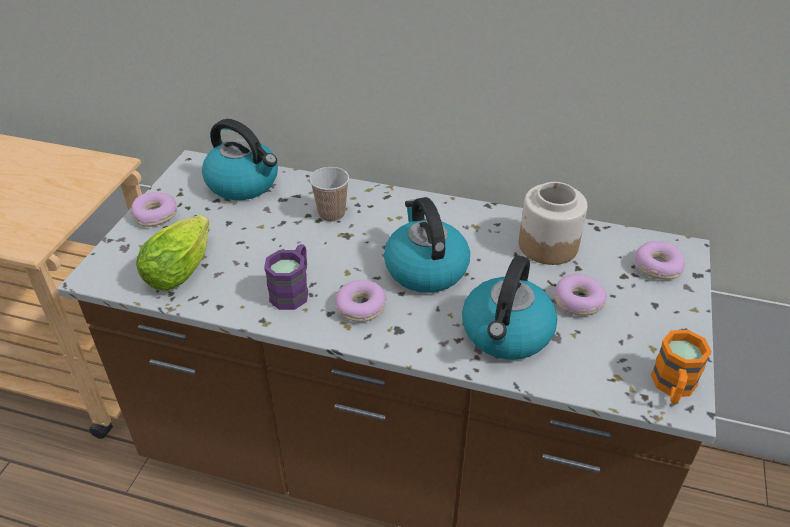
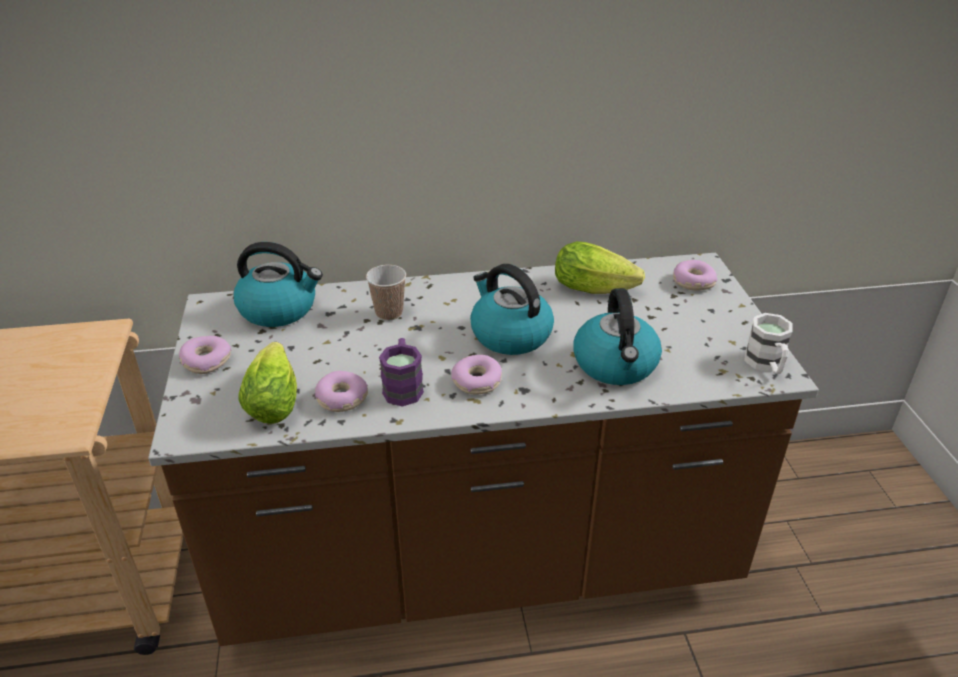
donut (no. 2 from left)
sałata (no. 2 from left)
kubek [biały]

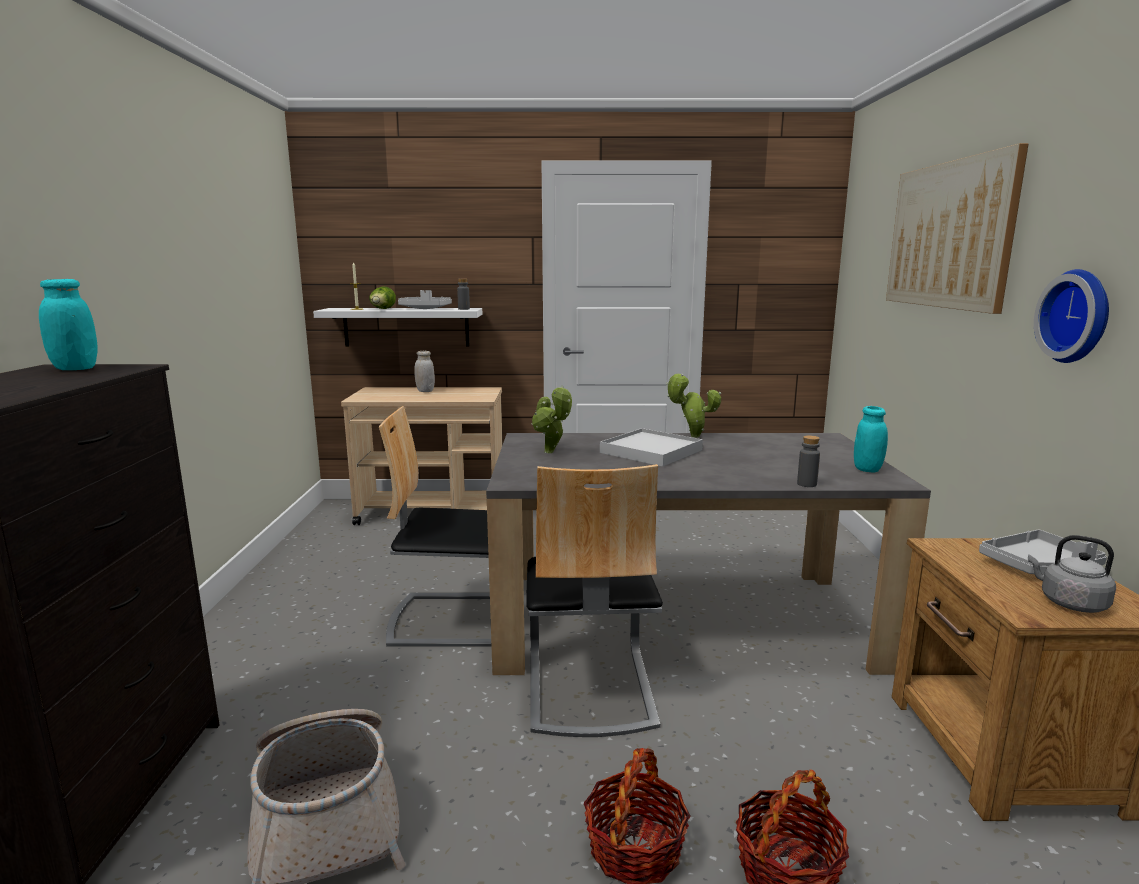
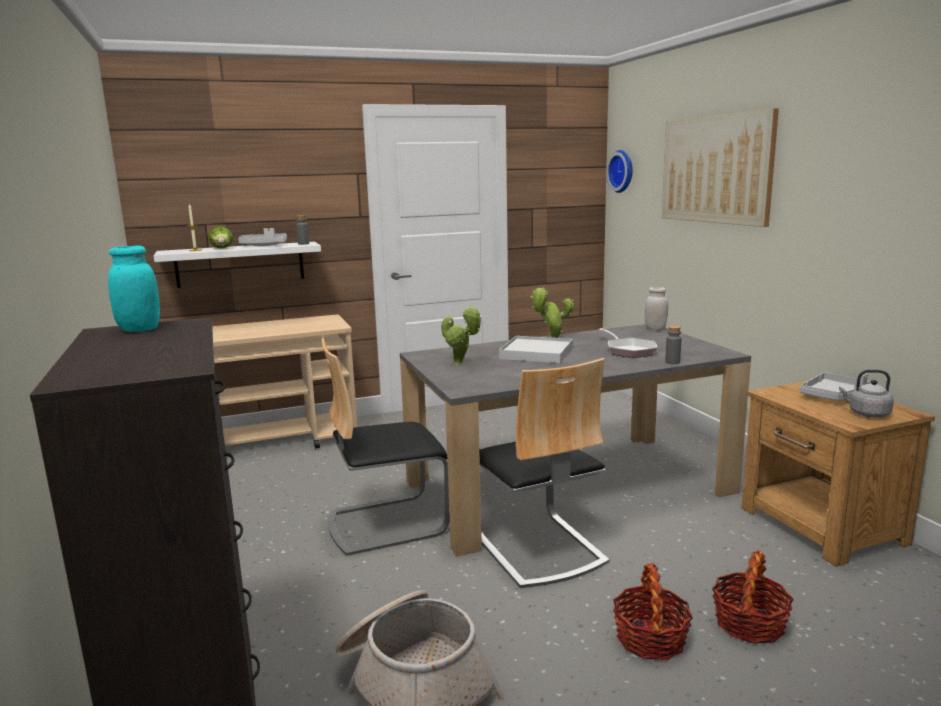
patelnia
zegar ścienny
słoik [biały]
słoik [turkusowy] (no. 2 from left in the first image)

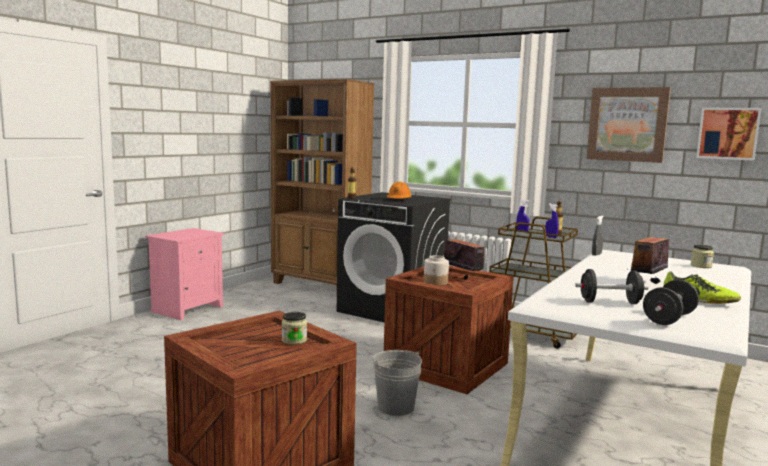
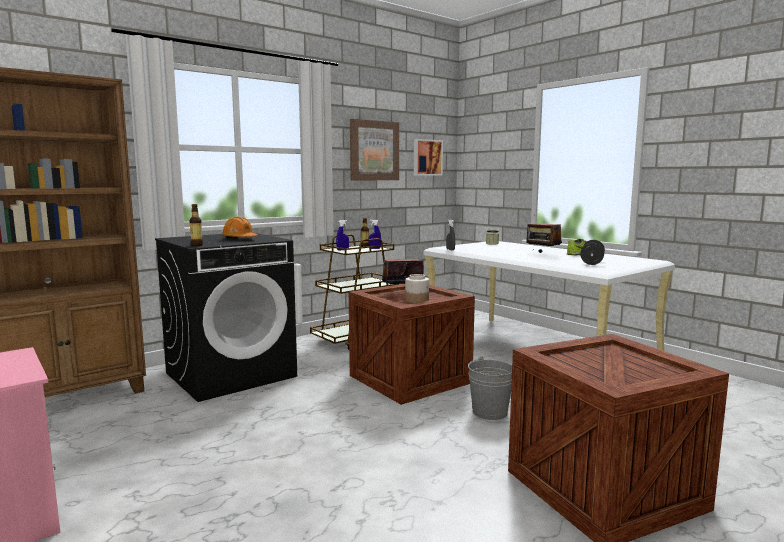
słoik (no. 1 from left in the first image)
hantel [czarny] (no. 2 from left in the first image)

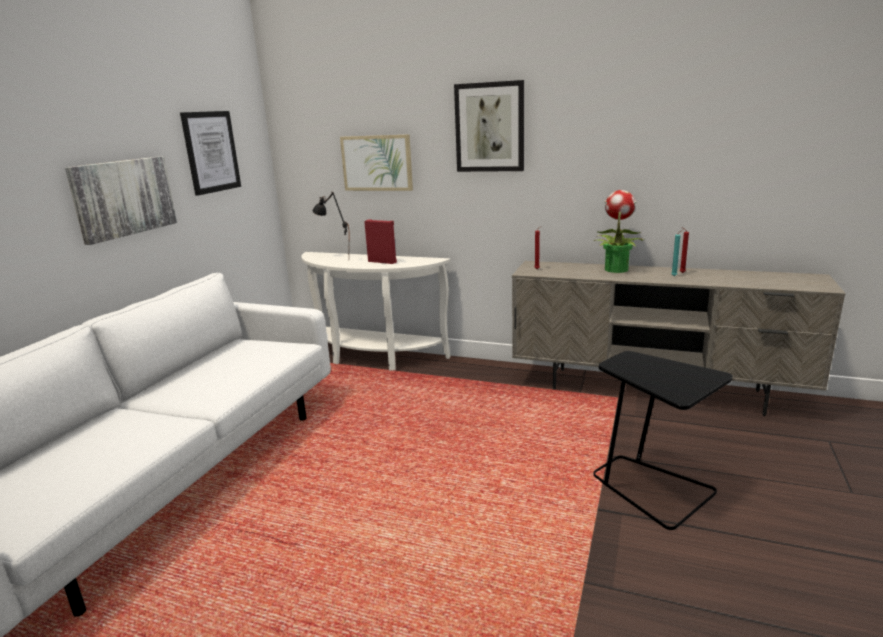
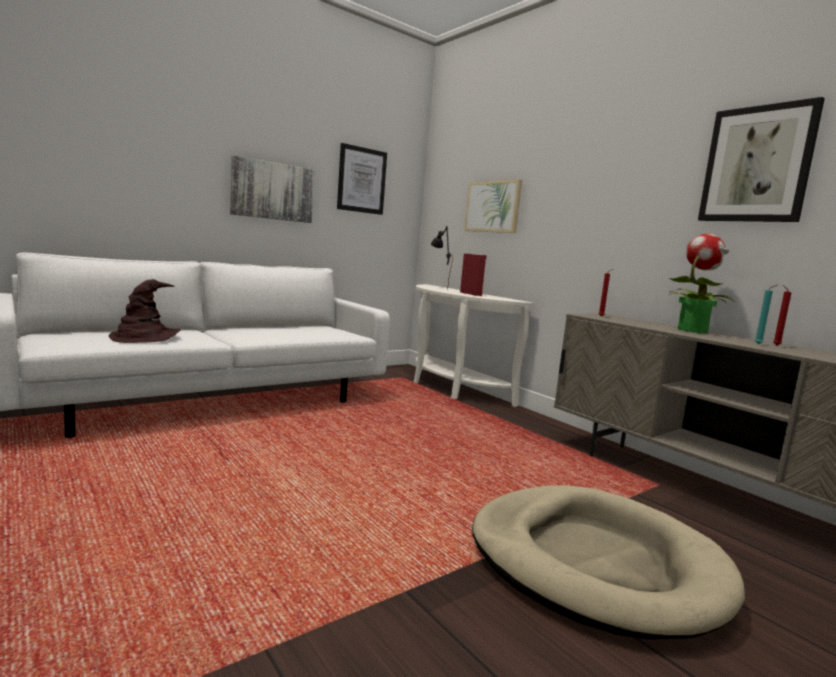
kapelusz [brązowy]
legowisko [beżowy]
obraz (no. 4 from left)

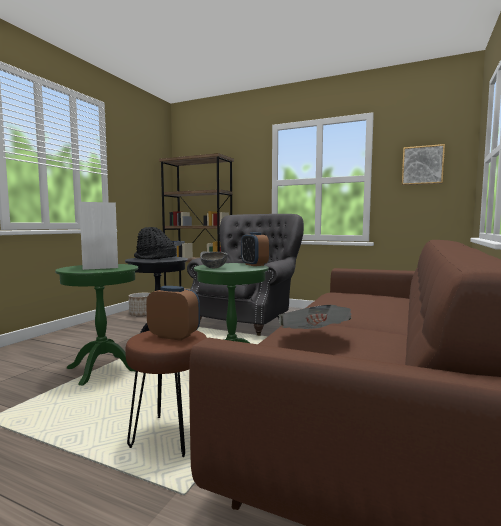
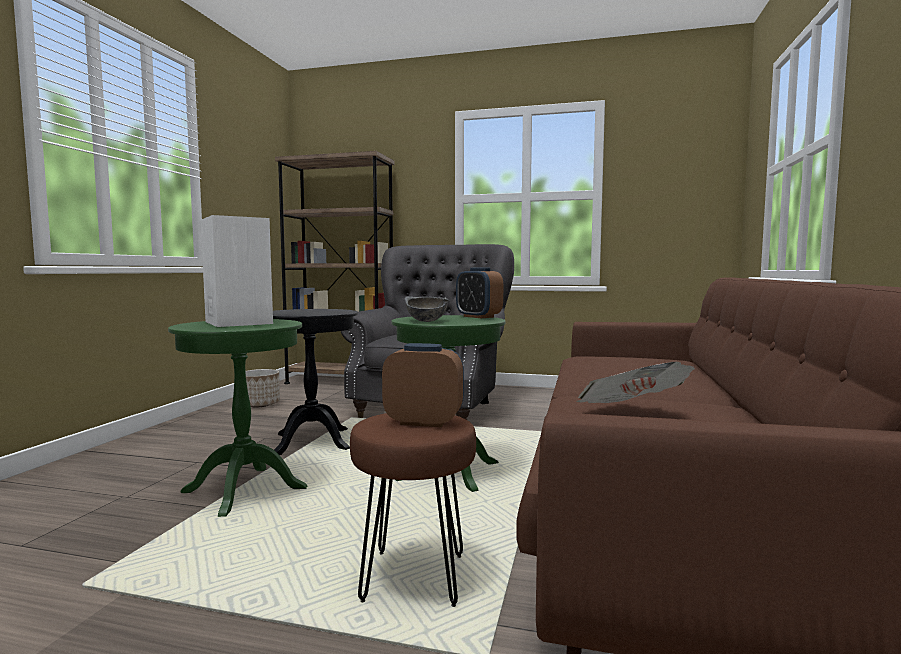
kapelusz [czarny]
obraz

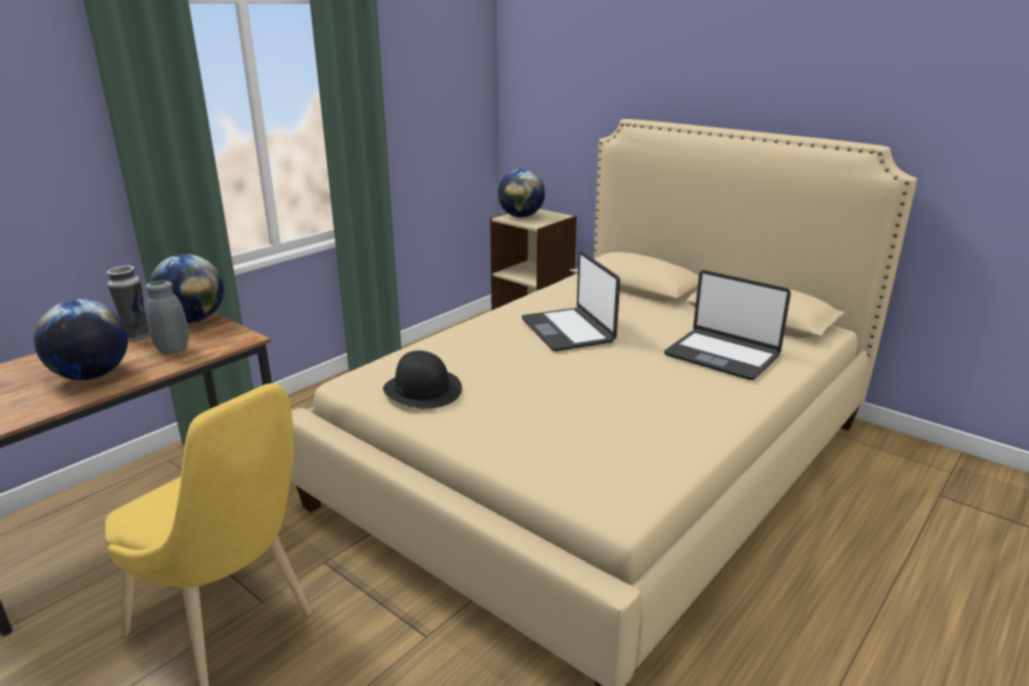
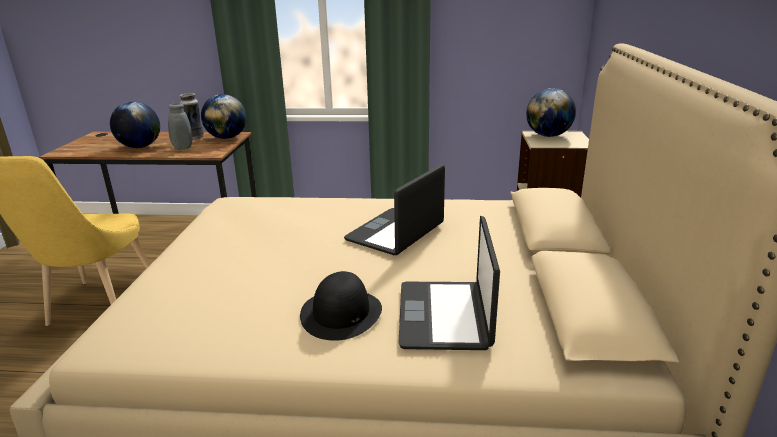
kapelusz [czarny]

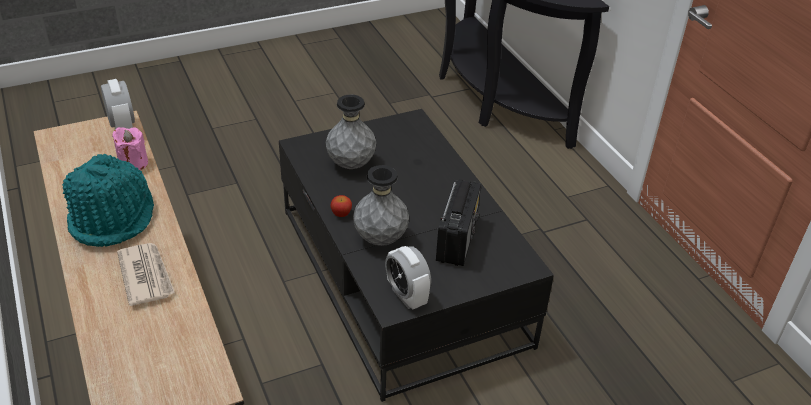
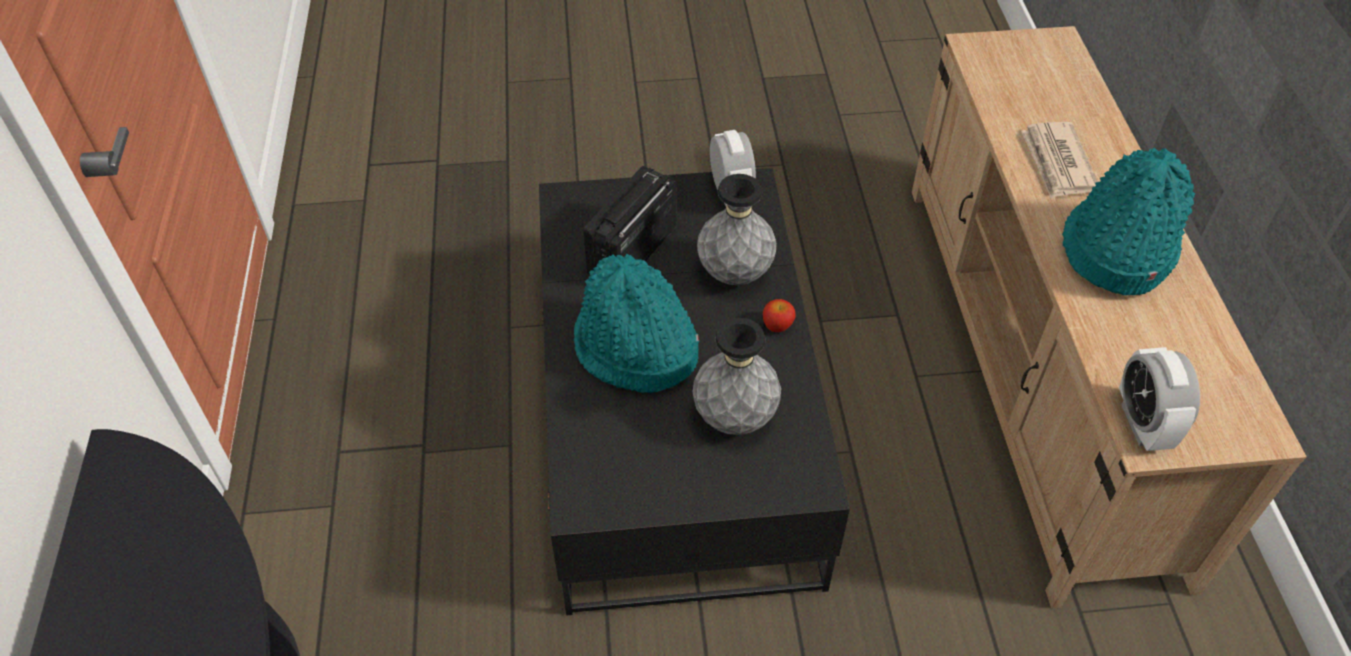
kapelusz [turkusowy] (no. 1 from left)
świeca [różowy]

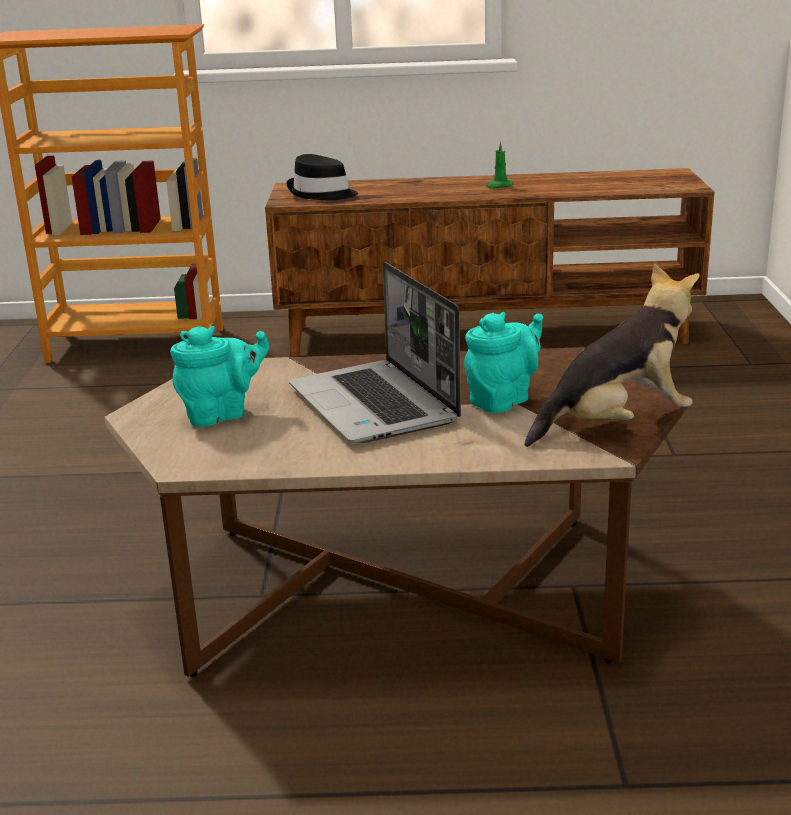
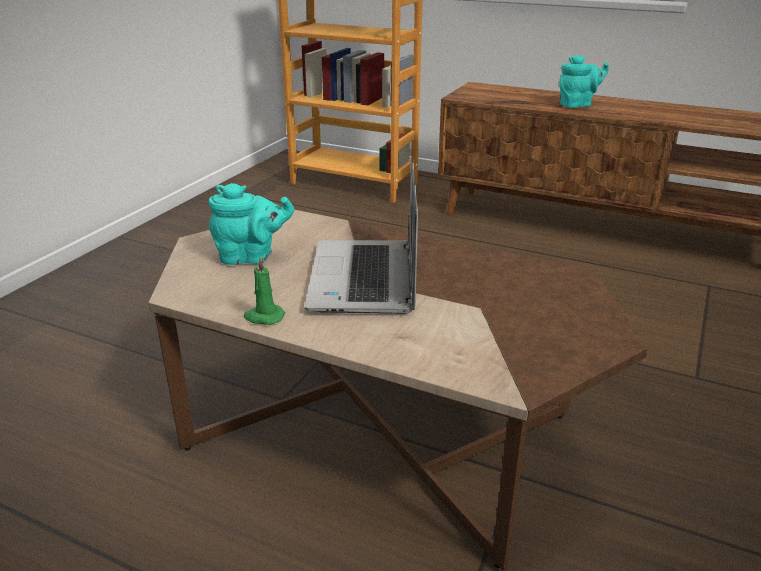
świeca [zielony]
imbryk [turkusowy] (no. 2 from left)
kapelusz [czarny]
pluszak

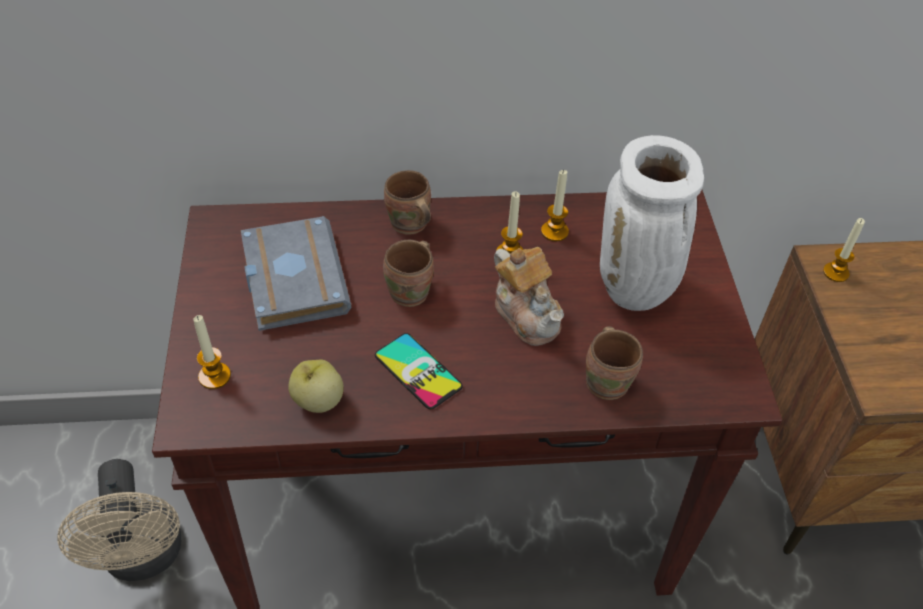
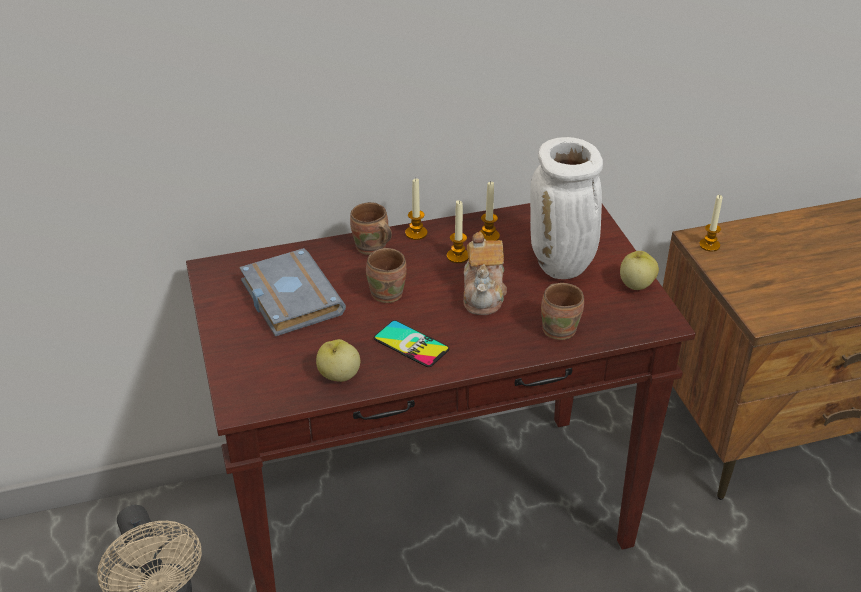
świeca (no. 1 from left)
imbryk
jabłko (no. 2 from left)

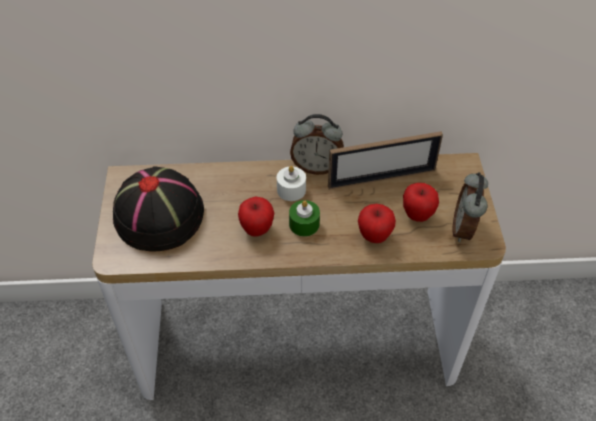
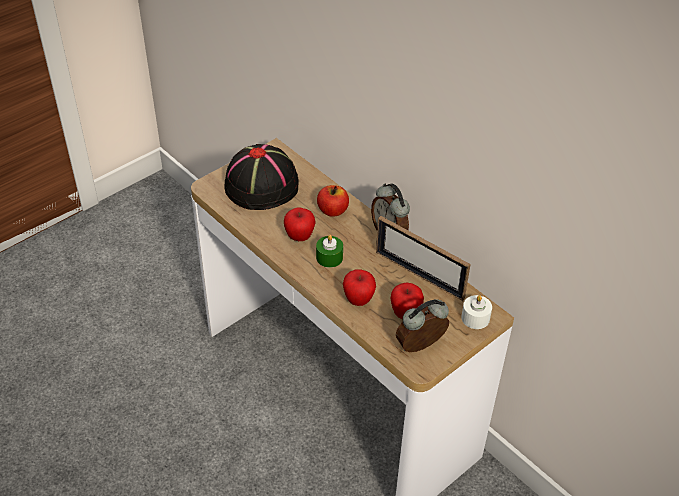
jabłko (no. 2 from left)
świeca [biały]

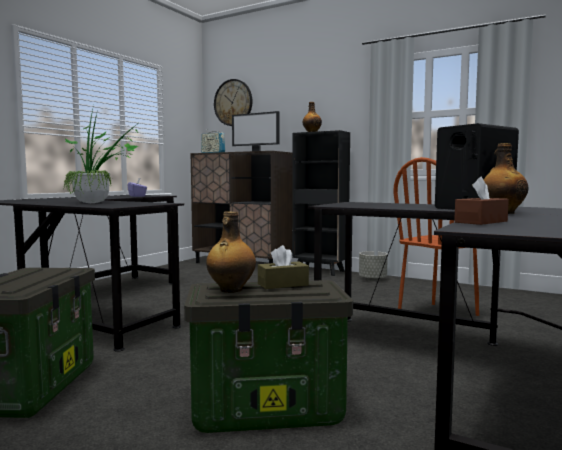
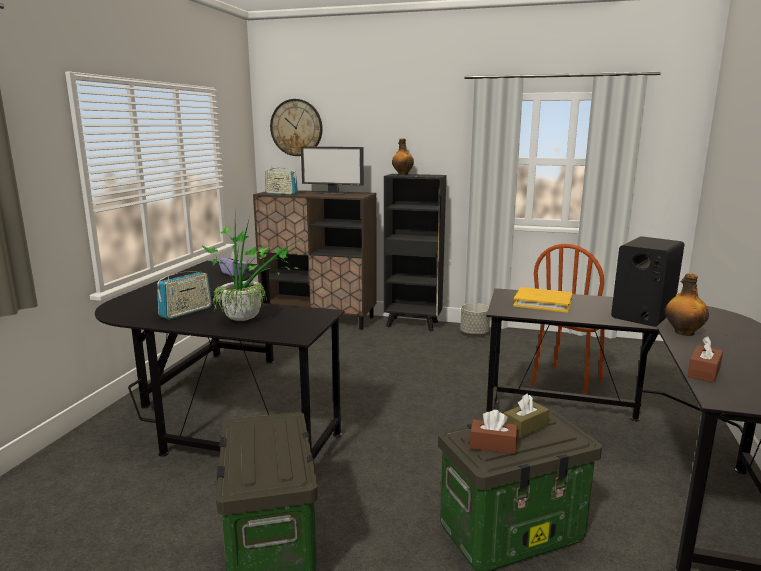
radio (no. 1 from left)
pudełko chusteczek [brązowy] (no. 1 from left)
książka [żółty]

